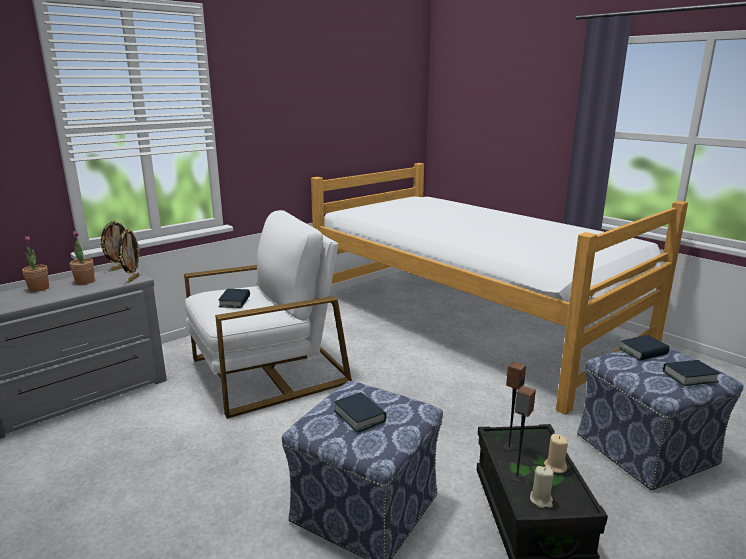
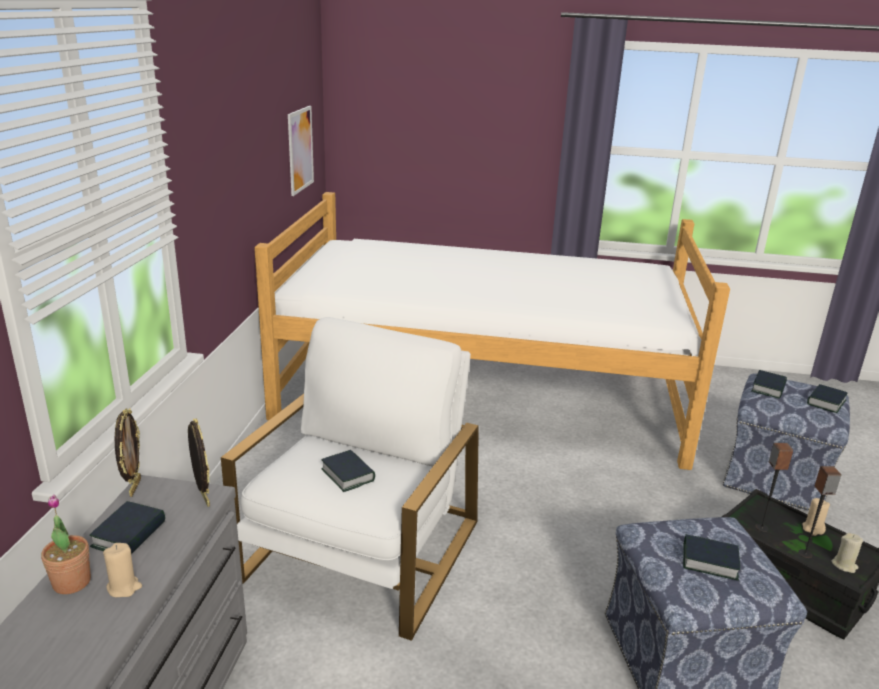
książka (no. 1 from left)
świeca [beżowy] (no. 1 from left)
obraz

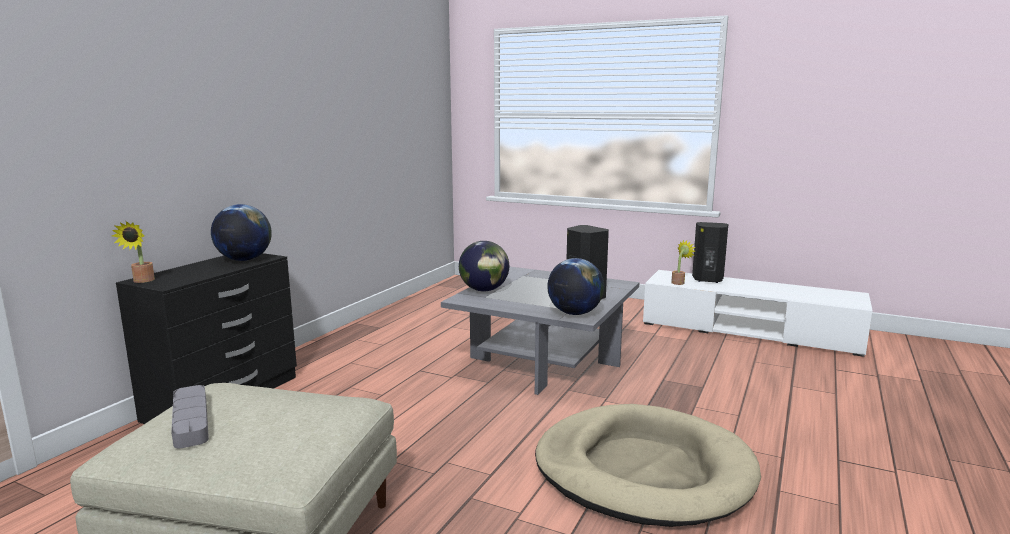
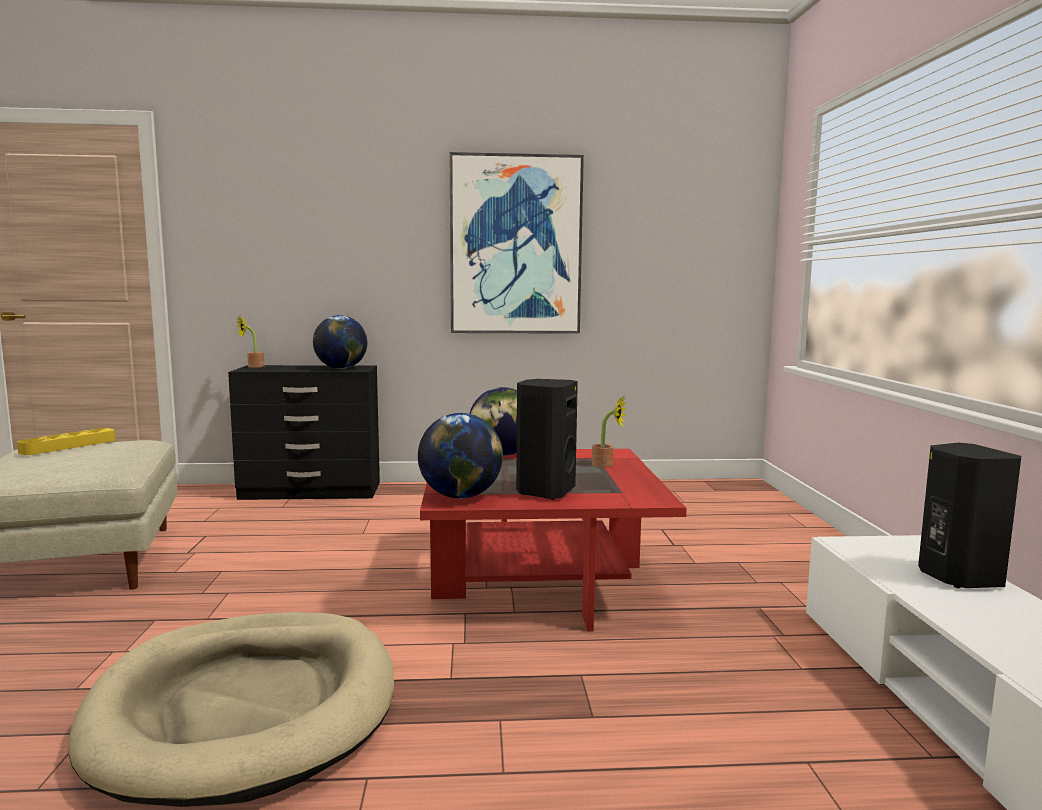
taca [żółty]
ława [czerwony]
obraz
roślina doniczkowa (no. 2 from left)

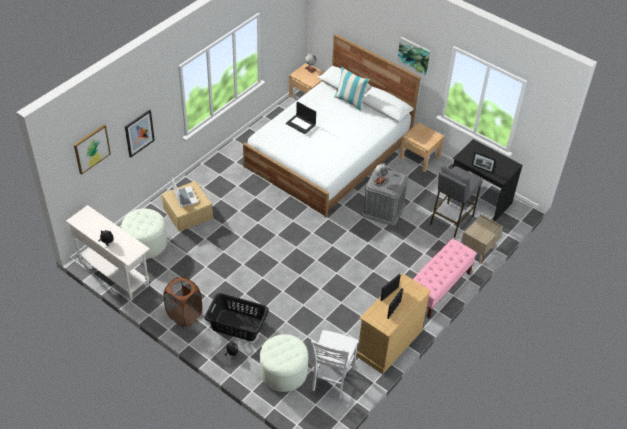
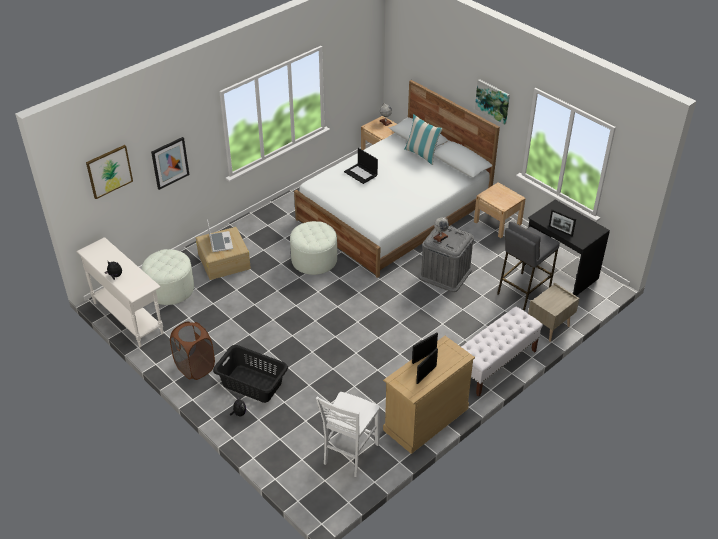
pufa [biały] (no. 2 from left)
ławka [biały]

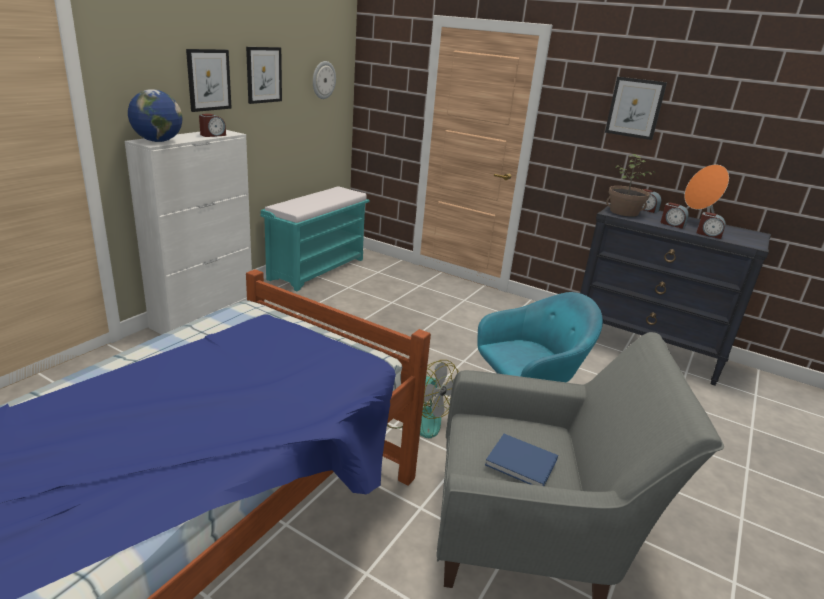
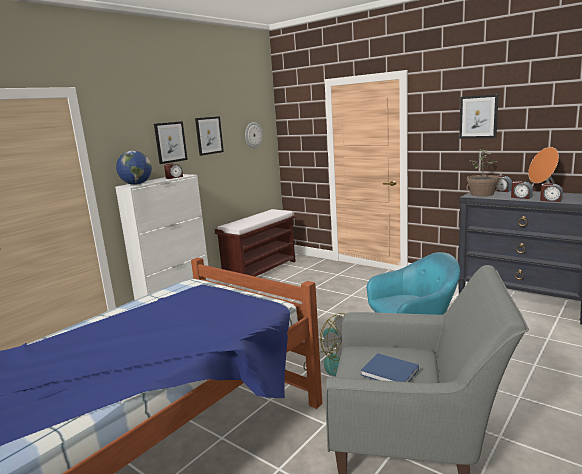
ławka [brązowy]

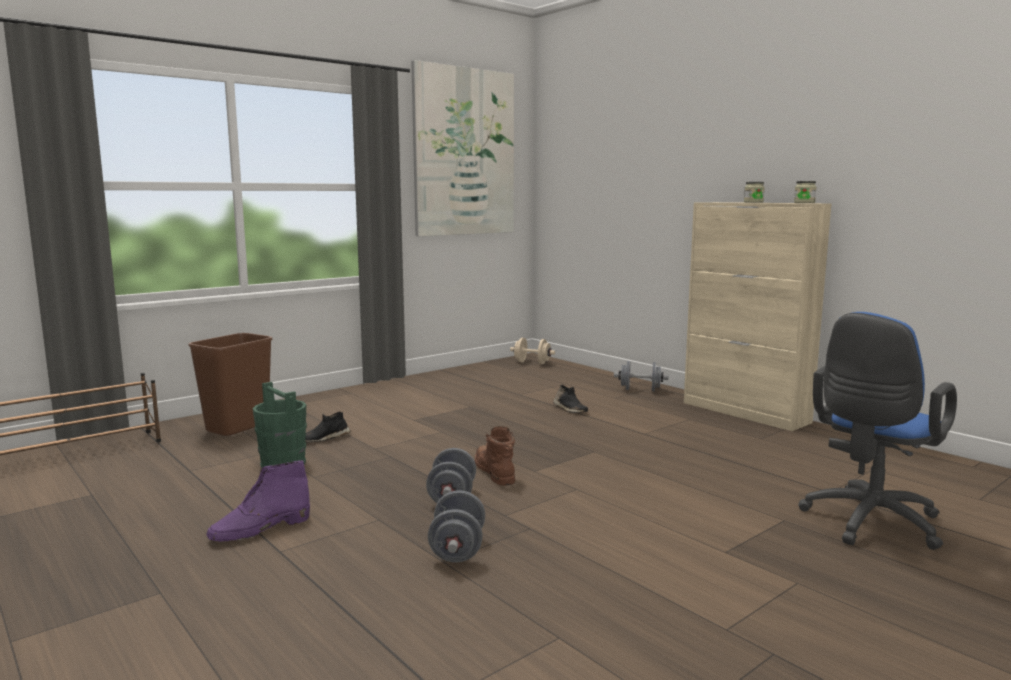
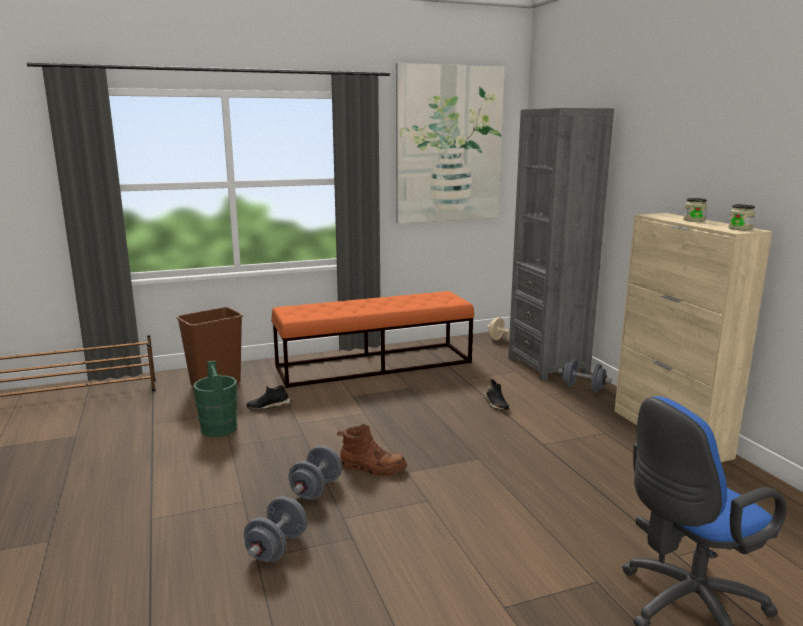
ławka [pomarańczowy]
but z cholewką [brązowy]
regał [szary]
but z cholewką [fioletowy]

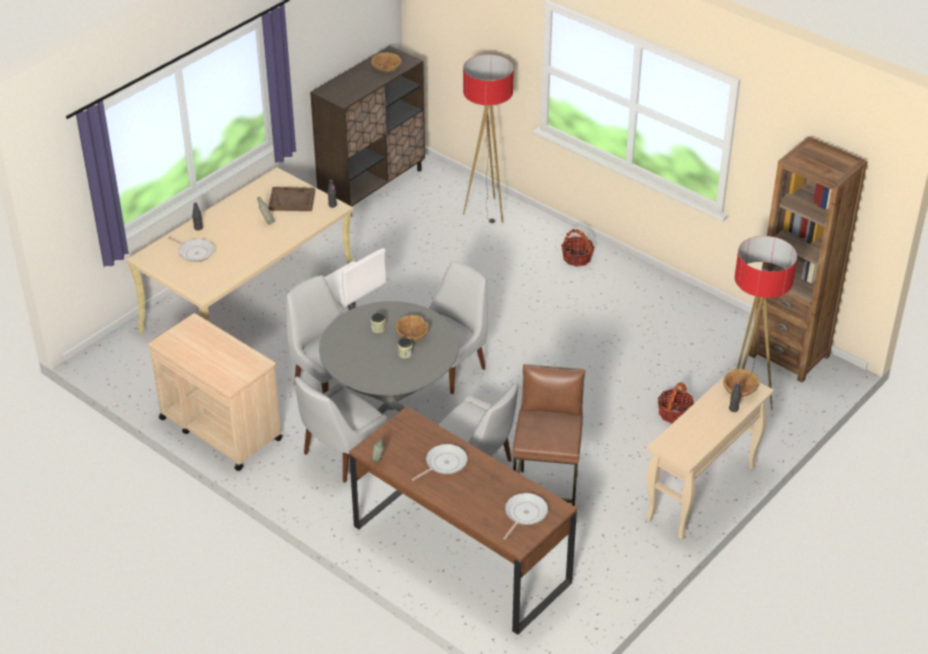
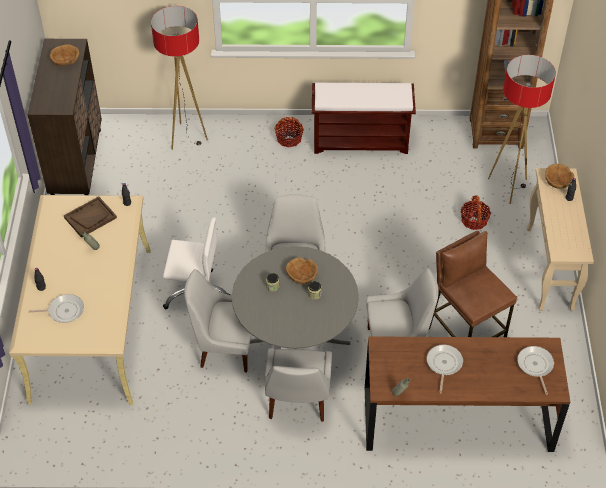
ławka [brązowy]
wózek [beżowy]

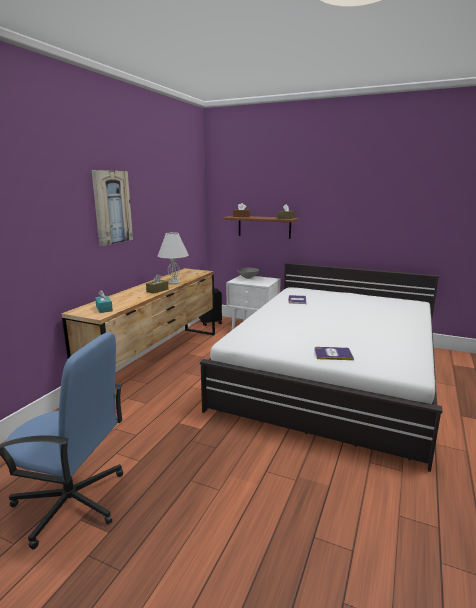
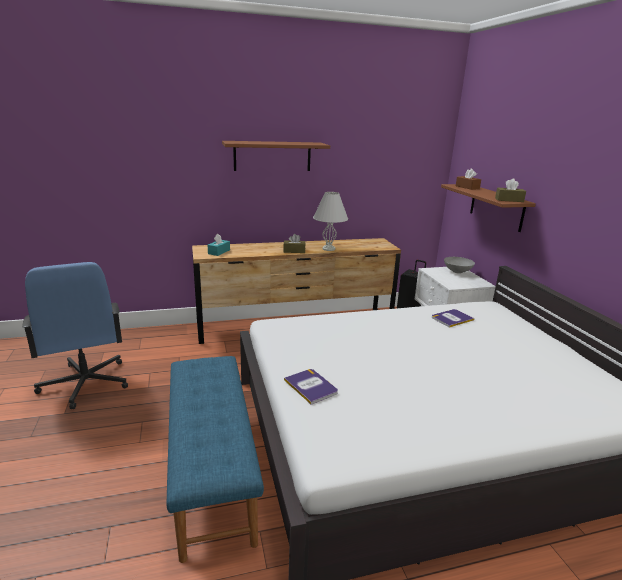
ławka [niebieski]
półka [brązowy] (no. 1 from left)

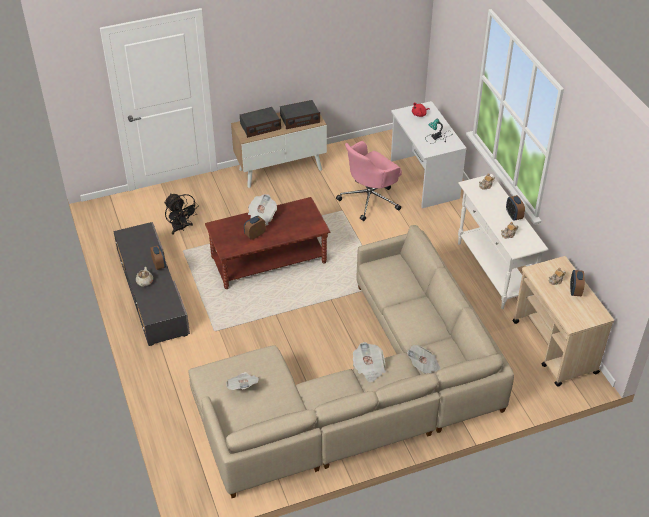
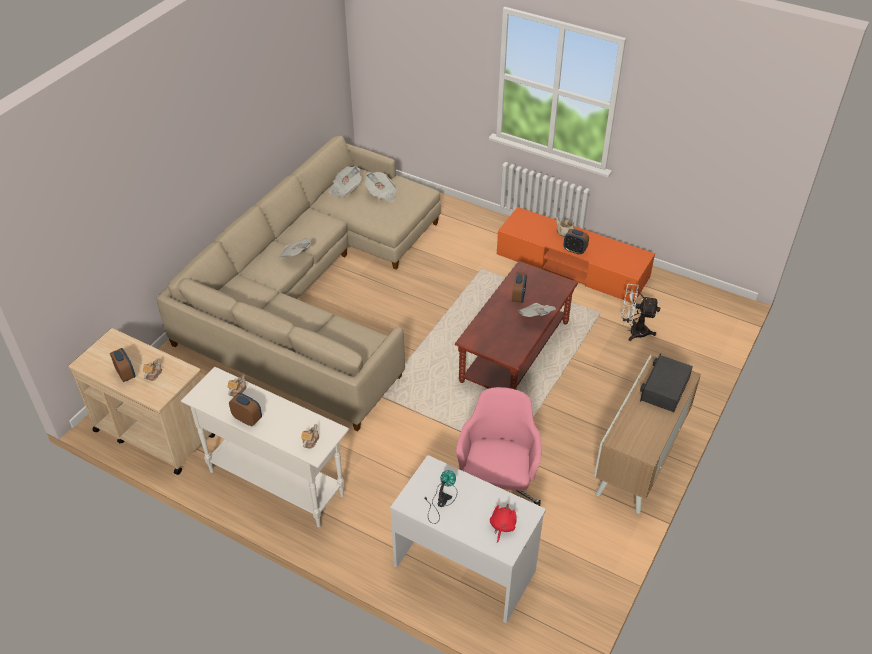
gazeta (no. 2 from left)
szafka pod telewizor [pomarańczowy]
wentylator [biały]
radio (no. 2 from left in the first image)

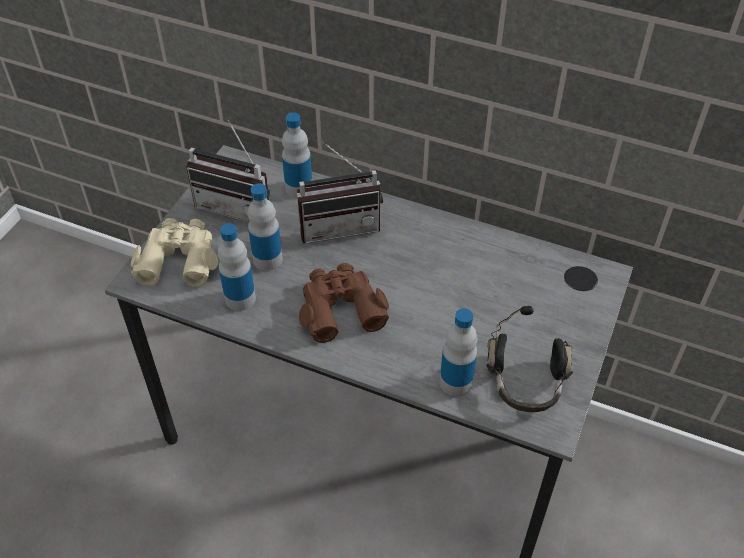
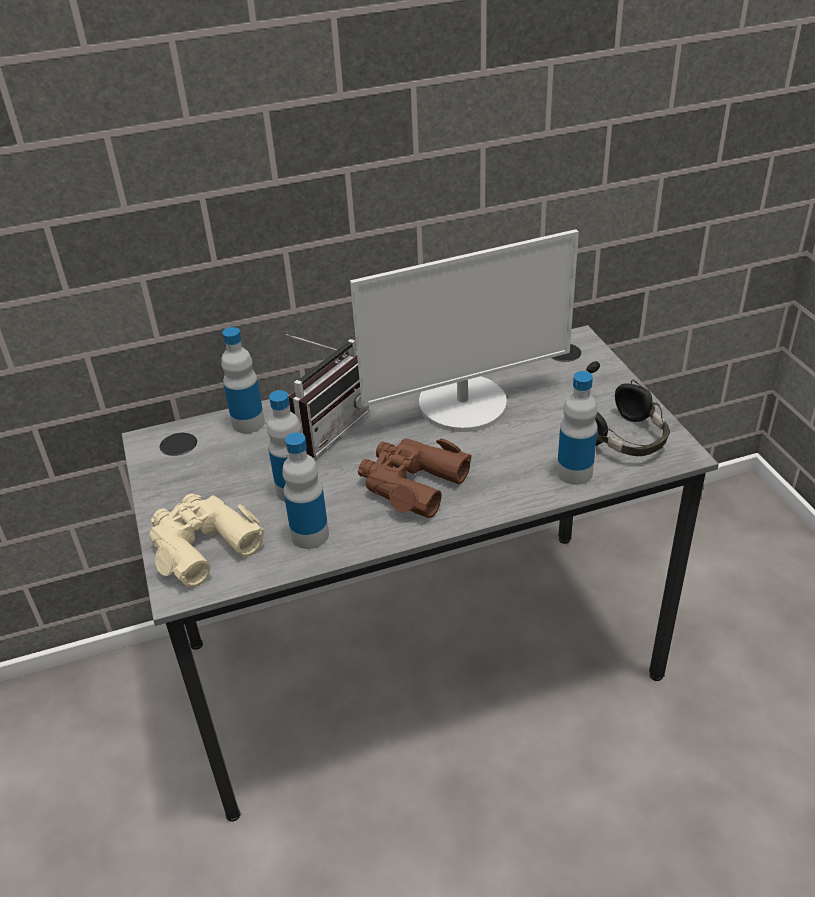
monitor
radio (no. 1 from left in the first image)

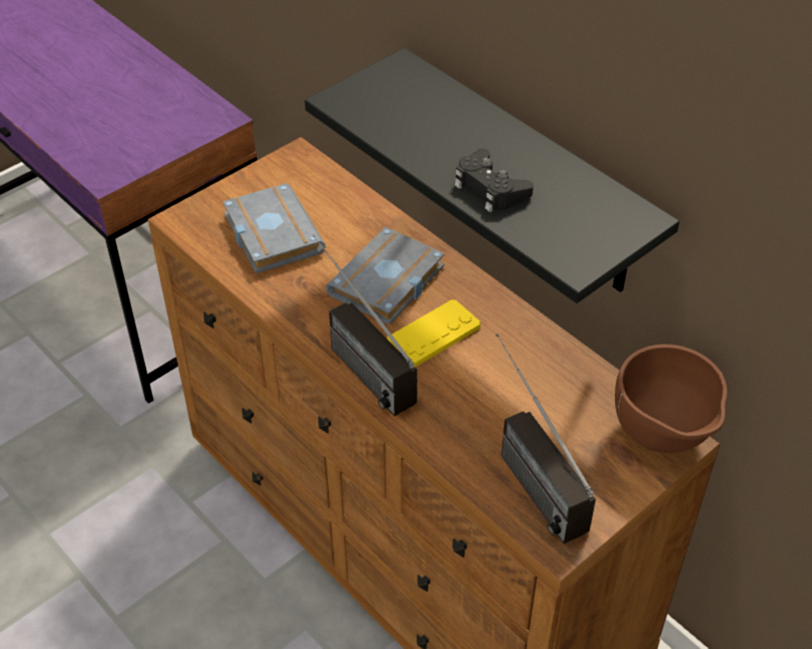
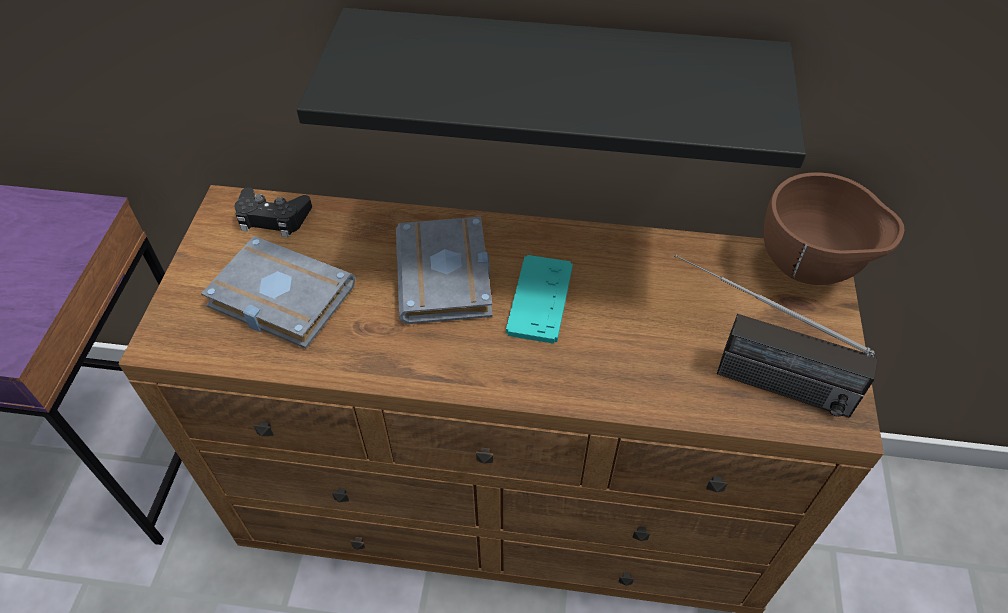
pad do gier [czarny]
pad do gier [turkusowy]
radio (no. 1 from left in the first image)

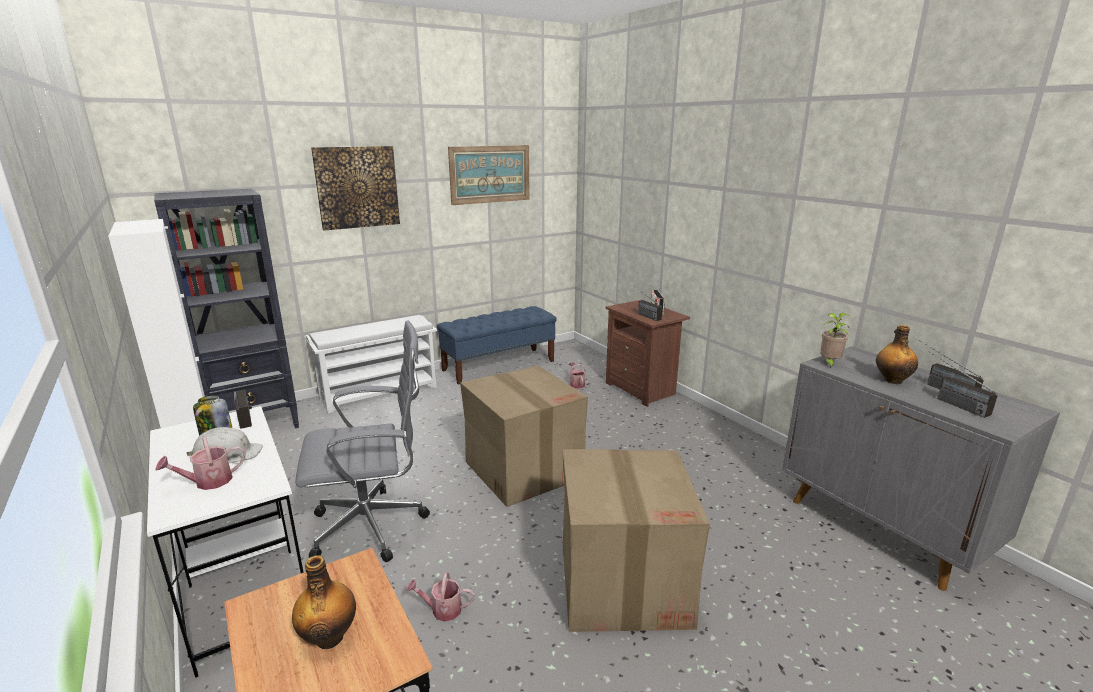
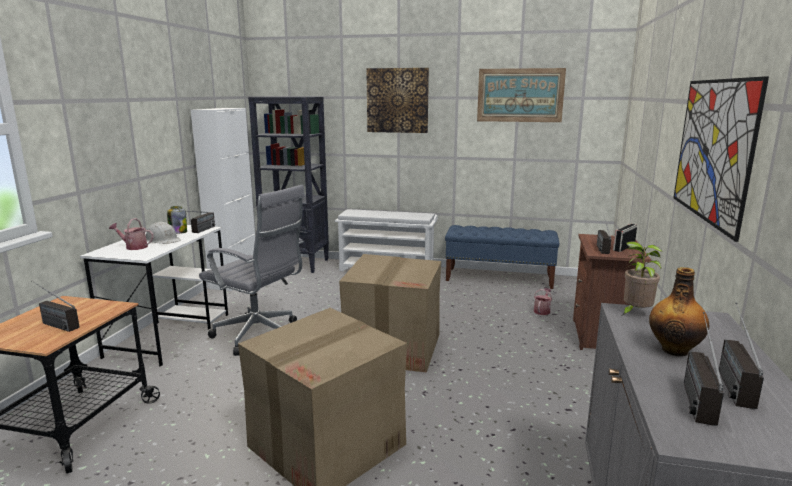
radio (no. 1 from left)
obraz (no. 3 from left)
konewka (no. 2 from left in the first image)

